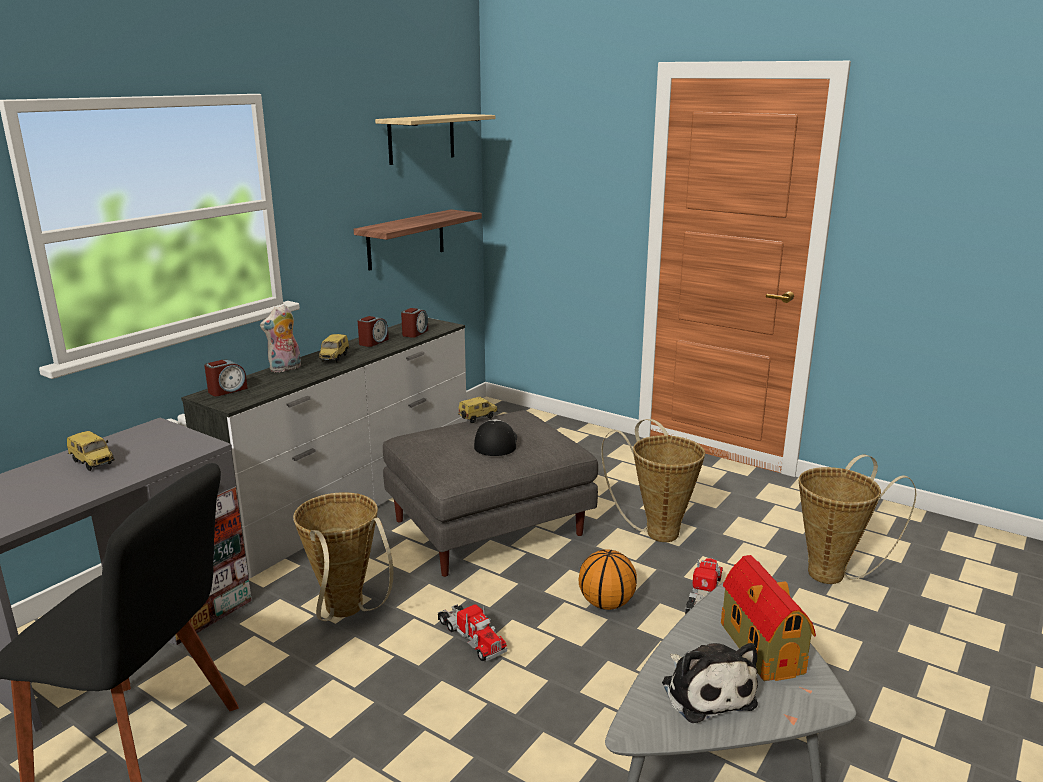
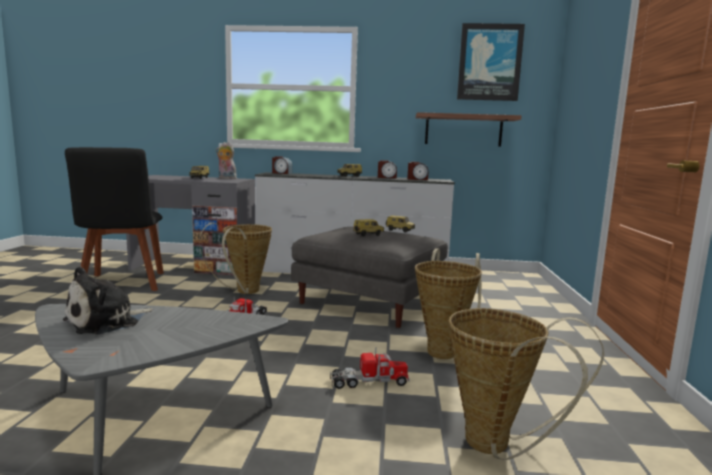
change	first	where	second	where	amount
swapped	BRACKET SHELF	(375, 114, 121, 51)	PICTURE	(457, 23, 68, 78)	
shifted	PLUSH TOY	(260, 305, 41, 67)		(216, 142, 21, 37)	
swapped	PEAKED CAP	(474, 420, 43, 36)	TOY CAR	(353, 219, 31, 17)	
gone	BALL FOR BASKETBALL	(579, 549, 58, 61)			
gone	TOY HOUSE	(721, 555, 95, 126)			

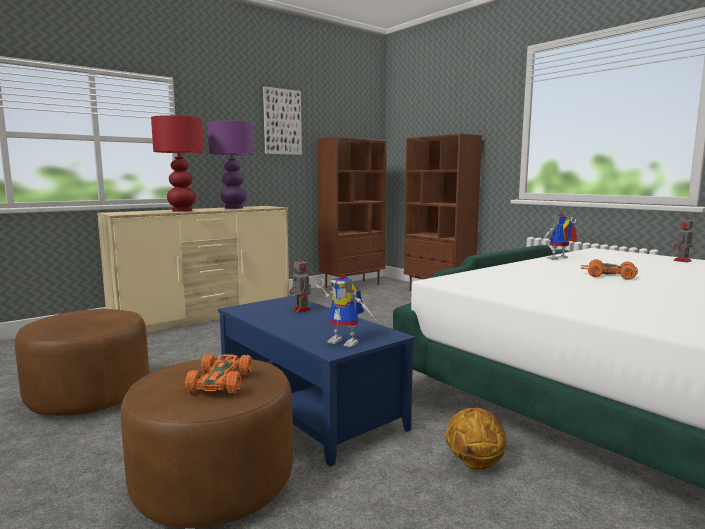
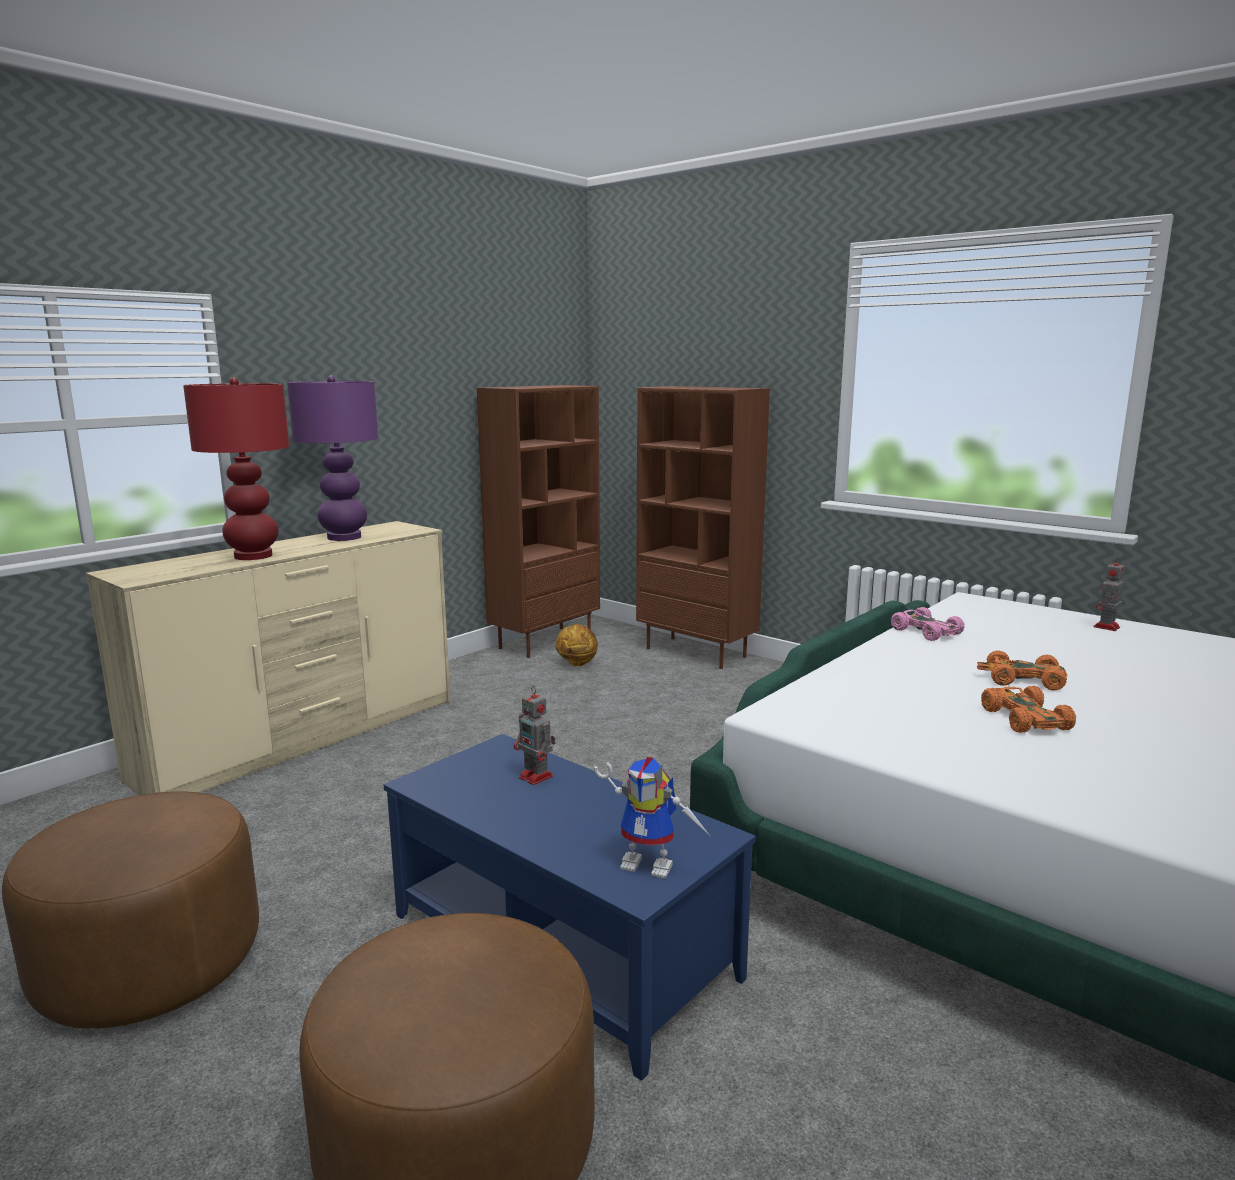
change	first	where	second	where	amount
gone	PICTURE	(263, 86, 39, 69)			
swapped	MODEL ROBOT	(542, 213, 36, 46)	PINK-COLOURED TOY CAR	(891, 607, 74, 34)	
shifted	ORANGE TOY CAR	(185, 354, 67, 39)		(981, 686, 95, 47)	
shifted	BALL FOR BASKETBALL	(445, 408, 61, 62)		(555, 624, 43, 42)	

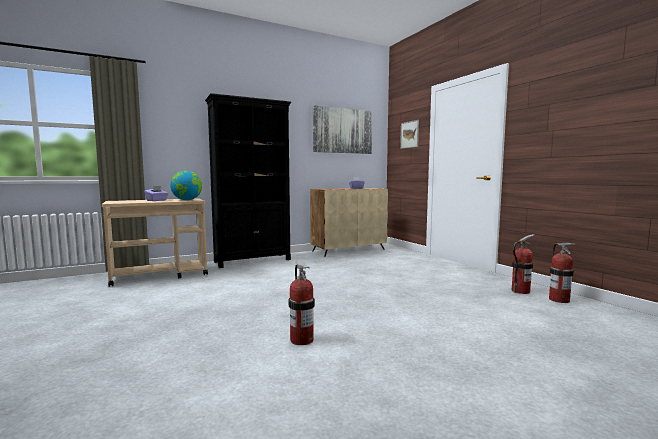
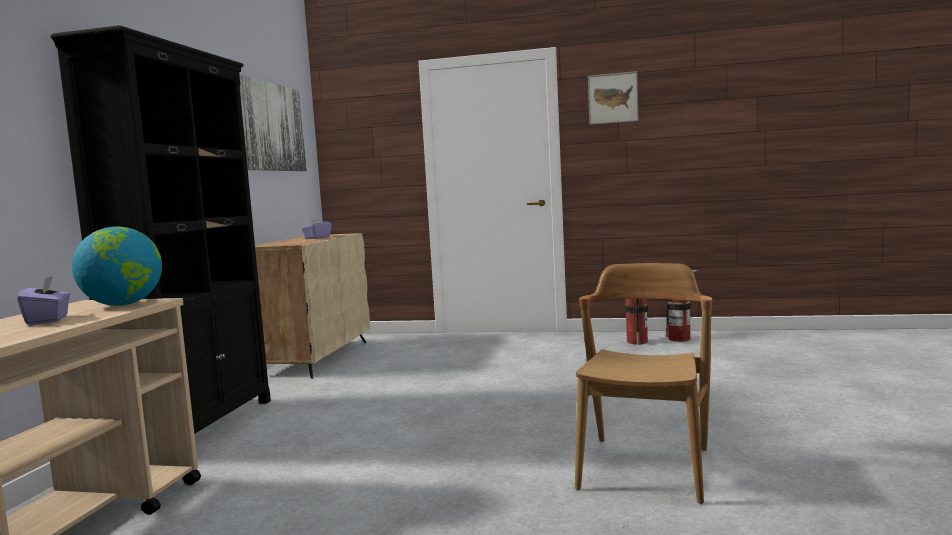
change	first	where	second	where	amount
shifted	PICTURE	(400, 120, 19, 29)		(588, 71, 51, 54)	
swapped	EXTINGUISHER	(289, 264, 26, 81)	BROWN-COLOURED PLAIN CHAIR	(575, 263, 137, 241)	

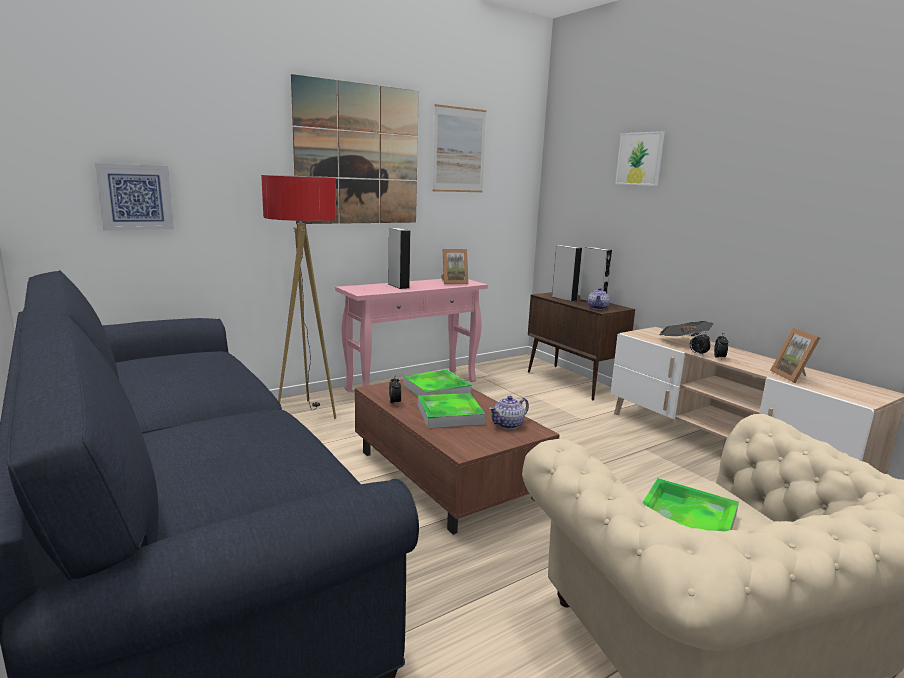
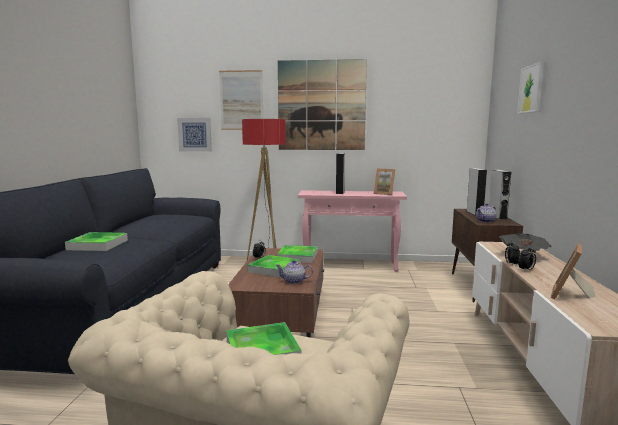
change	first	where	second	where	amount
shifted	PICTURE	(432, 104, 55, 88)		(219, 70, 44, 60)	
new			TRAY	(65, 232, 63, 19)	

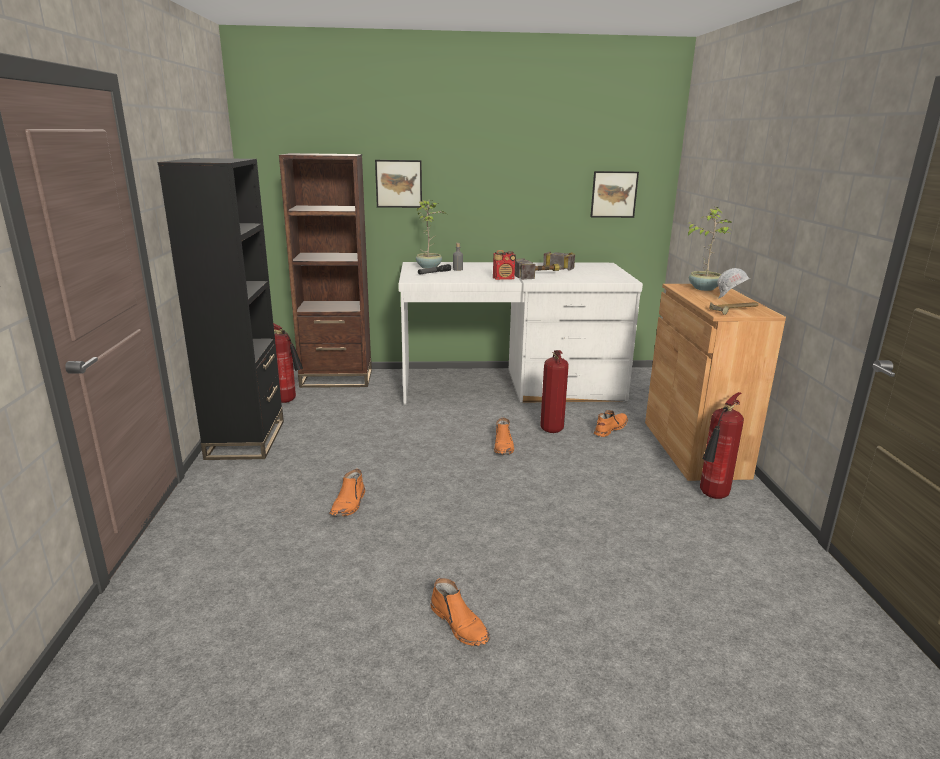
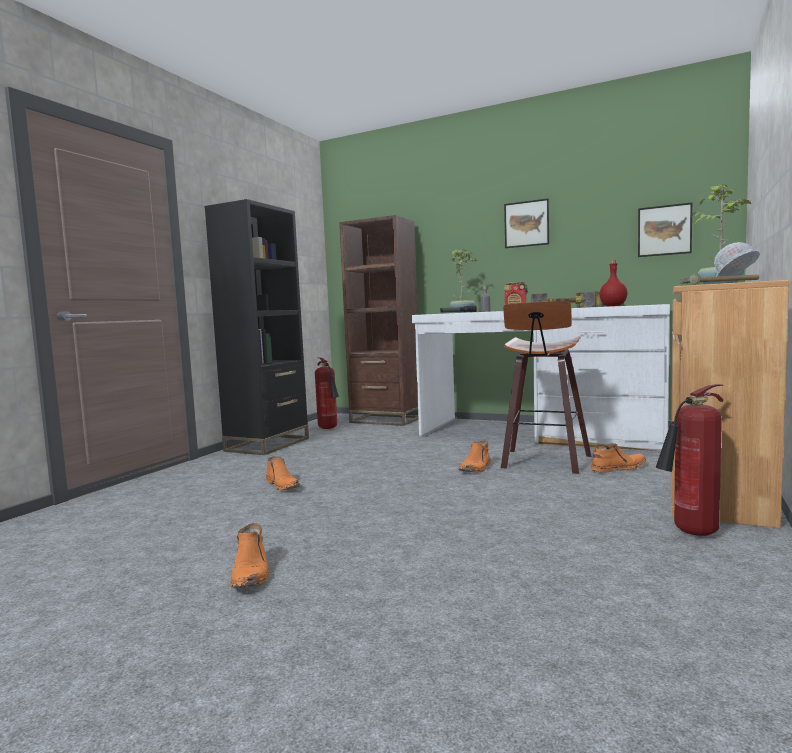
change	first	where	second	where	amount
shifted	PICTURE	(375, 160, 47, 48)		(504, 199, 45, 49)	
swapped	EXTINGUISHER	(540, 350, 29, 83)	STOOL SEAT	(501, 301, 90, 173)	
rotated	ORANGE HIGH-TOP BOOT	(329, 469, 36, 48)		(266, 457, 34, 33)	75 degrees counterclockwise
new			REDDISH BOTTLE	(600, 260, 28, 46)	

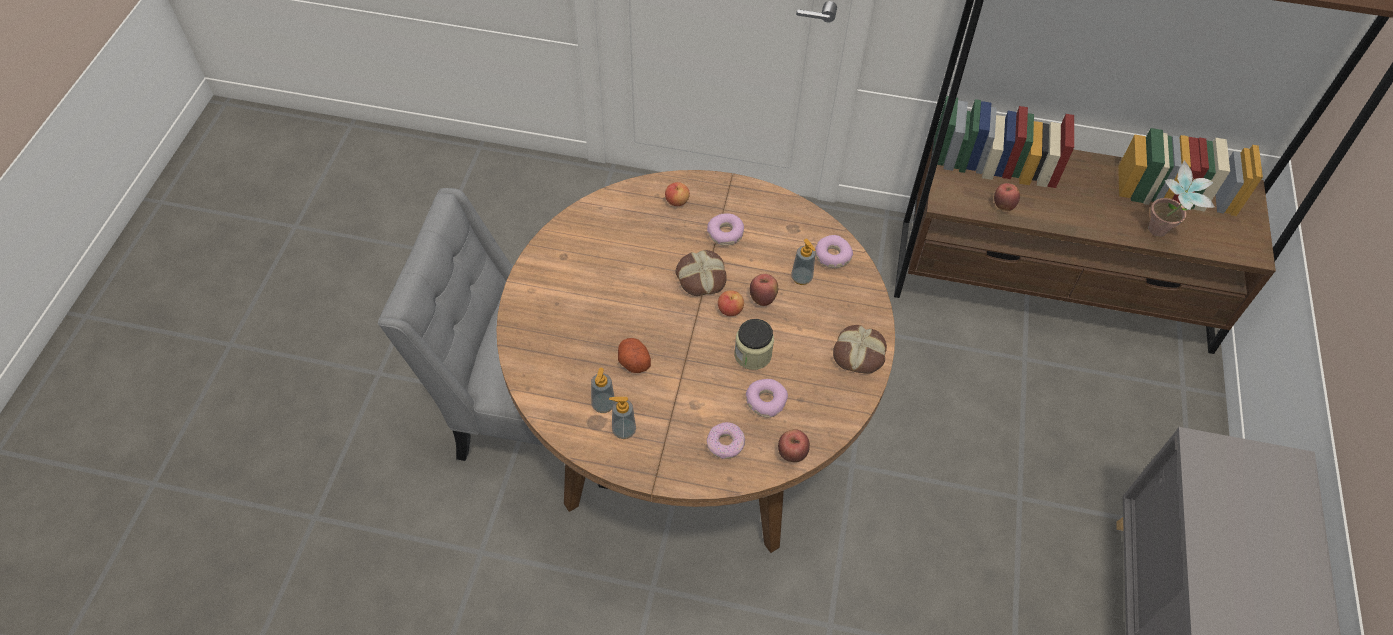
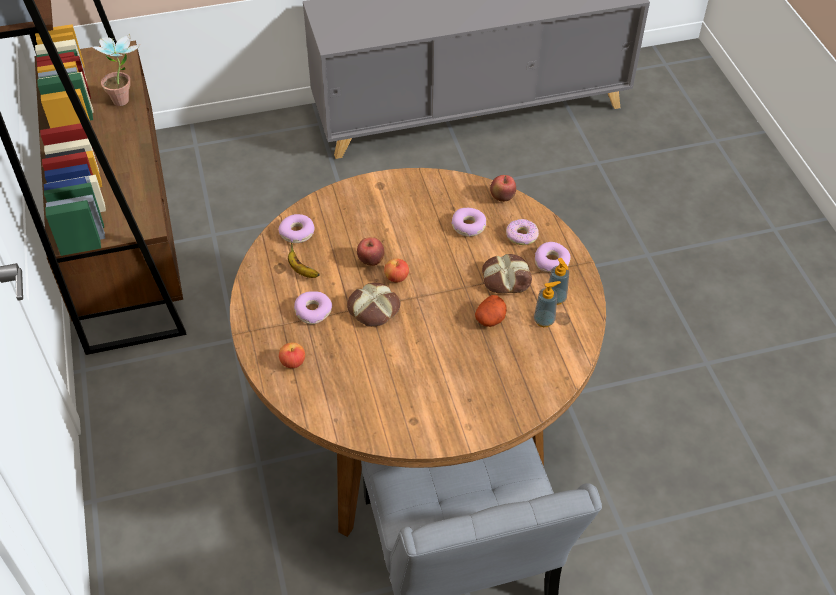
change	first	where	second	where	amount
gone	APPLE	(994, 183, 26, 28)			
gone	LIQUID SOAP BOTTLE	(791, 239, 24, 46)			
gone	JAR	(734, 319, 40, 51)			
shifted	BAKED BREAD	(833, 325, 54, 49)		(482, 254, 50, 40)	
new			DONUT	(535, 242, 36, 30)	
new			BANANA FRUIT	(288, 243, 32, 35)	

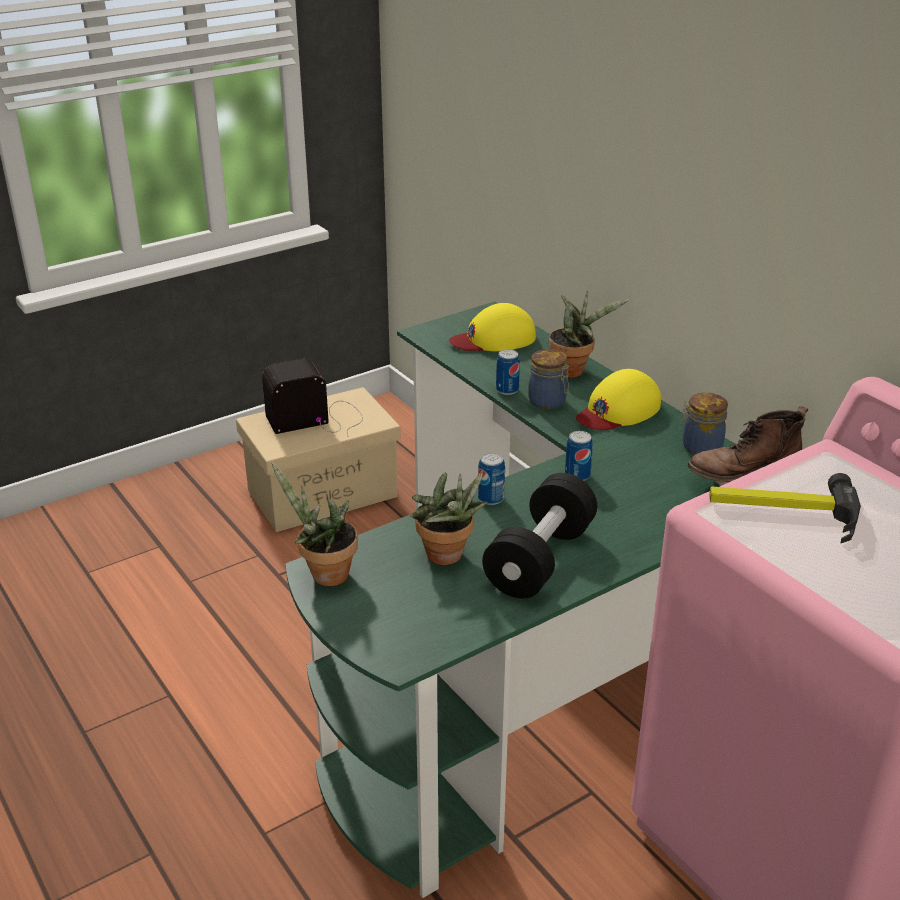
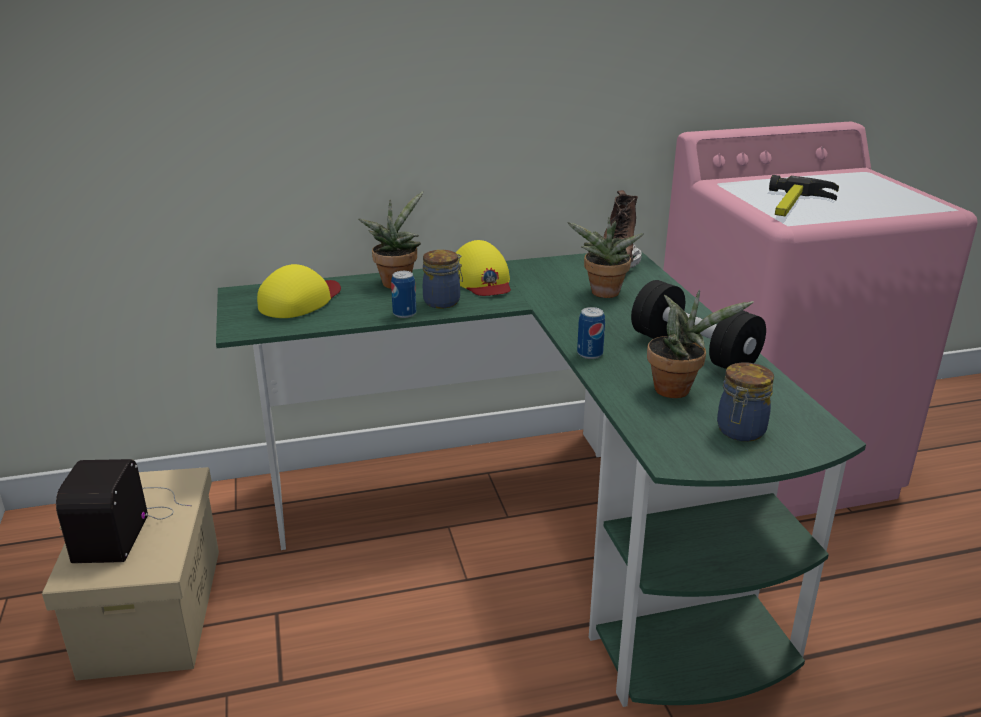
change	first	where	second	where	amount
rotated	YELLOWISH PEAKED CAP	(449, 303, 87, 48)		(257, 264, 84, 54)	150 degrees counterclockwise
shifted	JAR	(679, 392, 49, 63)		(717, 362, 57, 79)	
gone	CAN	(565, 431, 28, 50)			
shifted	POTTED PLANT	(272, 462, 86, 124)		(567, 217, 77, 81)	

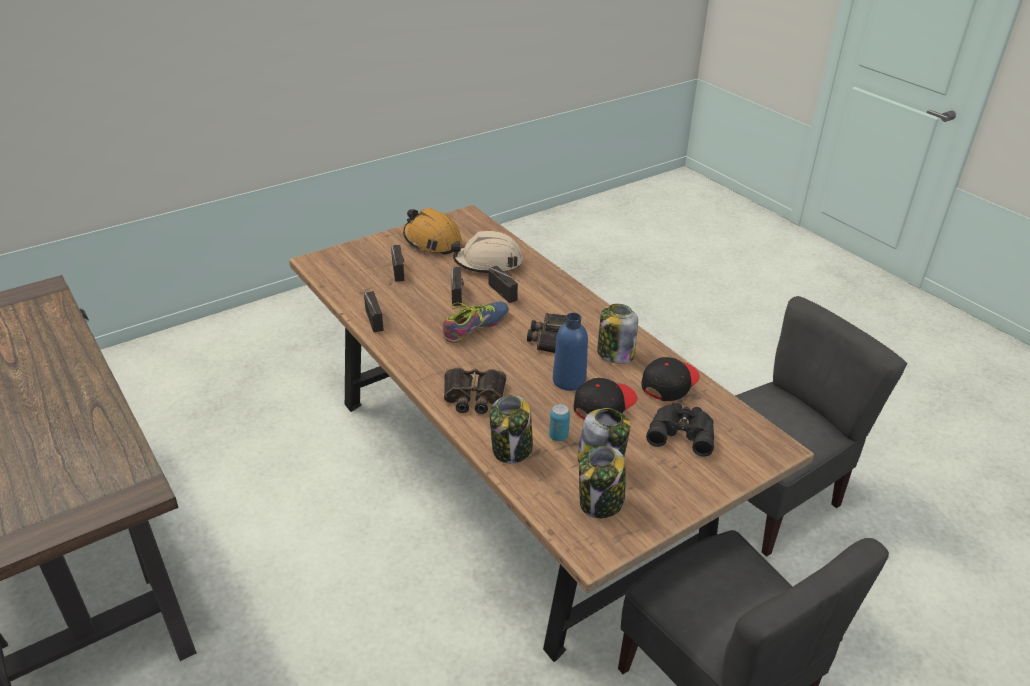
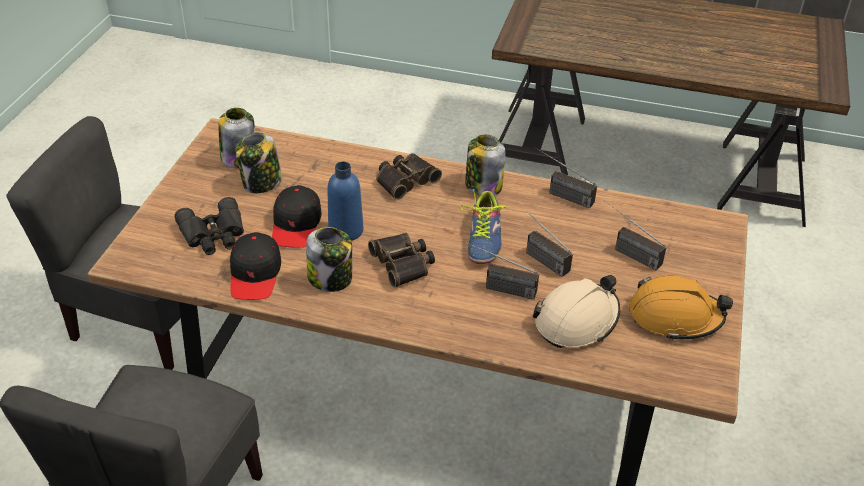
change	first	where	second	where	amount
shifted	JAR	(490, 395, 43, 69)		(465, 135, 40, 60)	
gone	CAN	(549, 404, 21, 37)			

